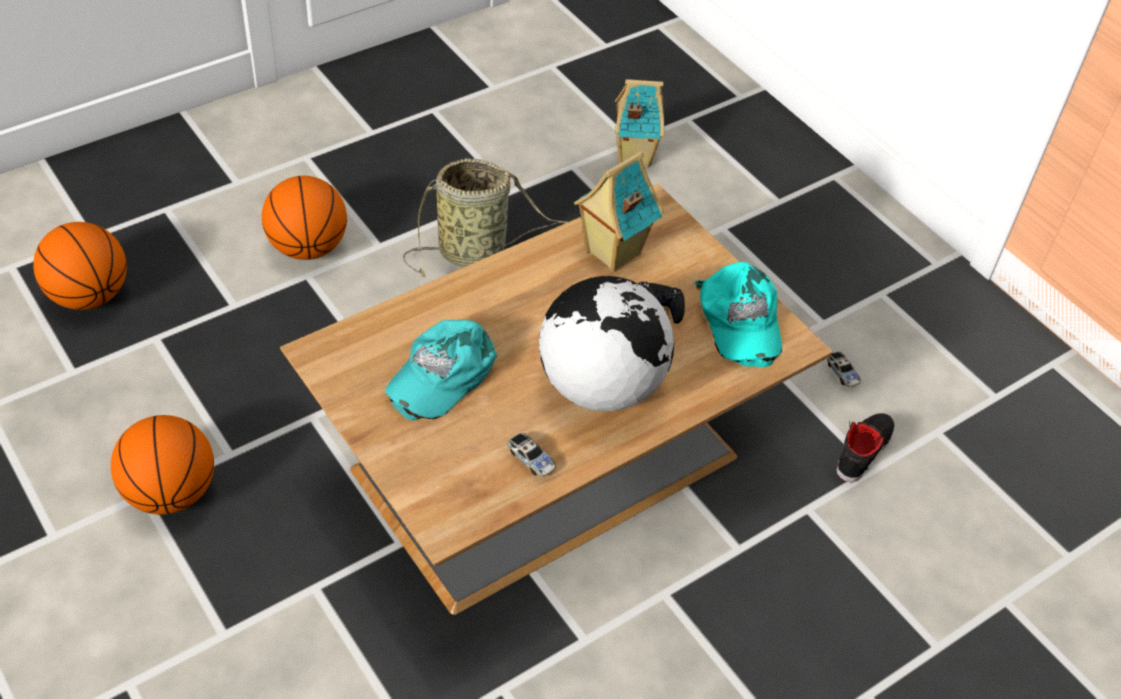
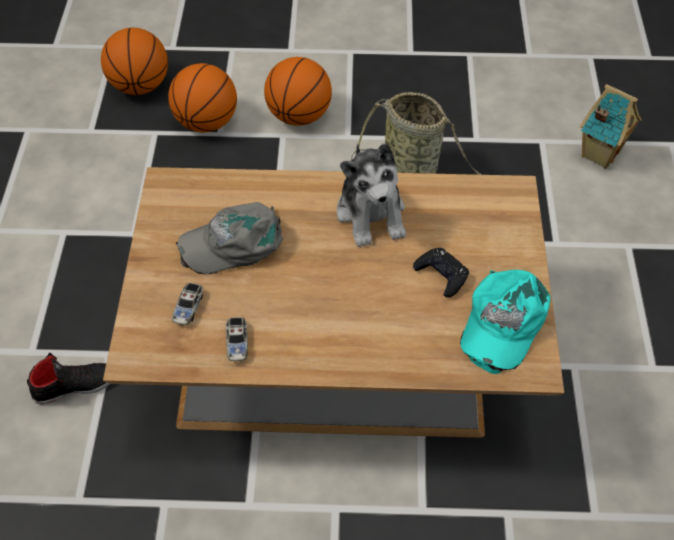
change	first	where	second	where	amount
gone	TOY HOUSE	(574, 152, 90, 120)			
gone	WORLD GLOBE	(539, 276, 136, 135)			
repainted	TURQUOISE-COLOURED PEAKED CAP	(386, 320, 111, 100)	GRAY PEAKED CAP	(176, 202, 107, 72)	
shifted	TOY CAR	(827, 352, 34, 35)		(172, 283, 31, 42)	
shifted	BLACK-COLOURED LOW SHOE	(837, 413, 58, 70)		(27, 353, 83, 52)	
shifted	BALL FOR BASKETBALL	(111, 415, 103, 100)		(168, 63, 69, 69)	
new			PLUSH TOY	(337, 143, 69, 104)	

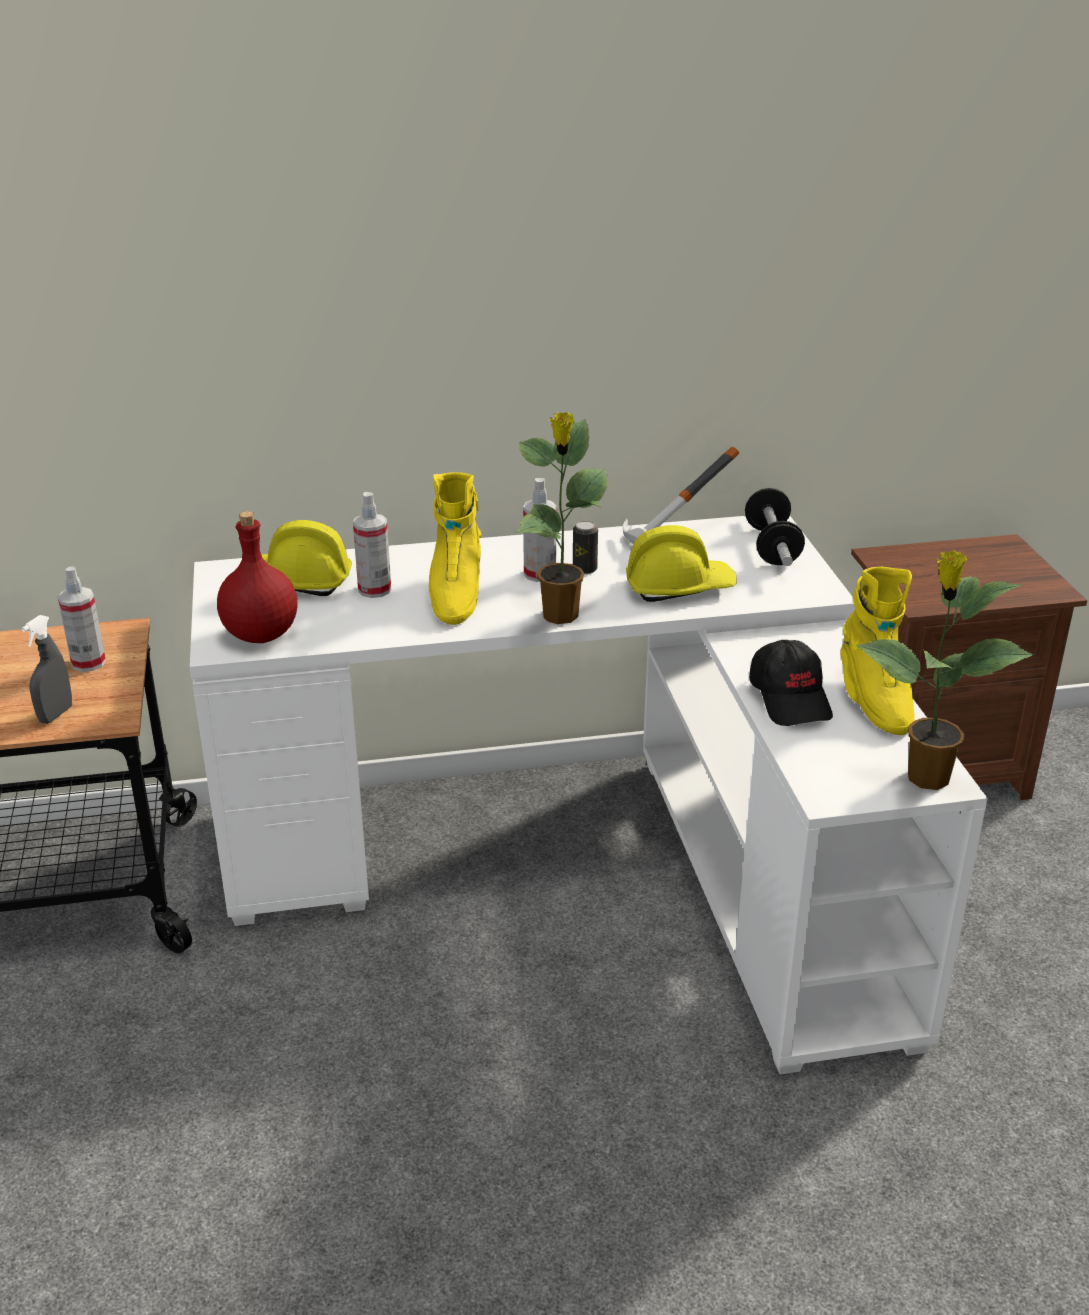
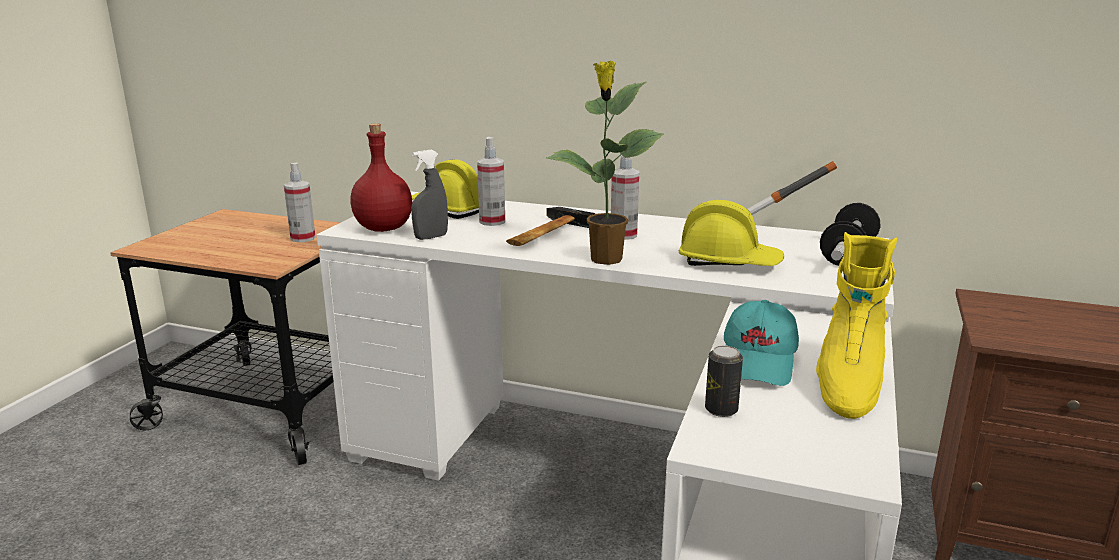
change	first	where	second	where	amount
swapped	YELLOWISH HIGH-TOP BOOT	(429, 472, 52, 153)	HAMMER	(506, 207, 89, 39)	
shifted	CAN	(573, 521, 25, 53)		(705, 346, 38, 71)	
gone	POTTED PLANT	(857, 550, 177, 240)			
shifted	GRAY SPRAYER	(22, 615, 50, 109)		(411, 150, 37, 90)	
repainted	BLACK-COLOURED PEAKED CAP	(749, 640, 84, 86)	TURQUOISE-COLOURED PEAKED CAP	(724, 300, 75, 86)	

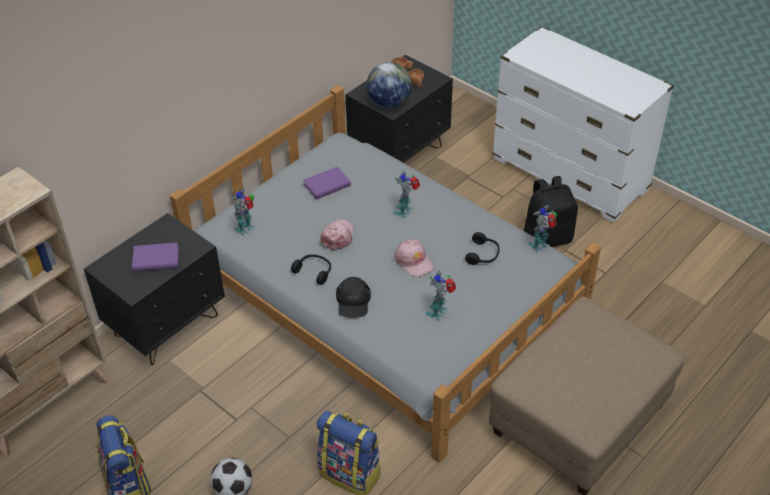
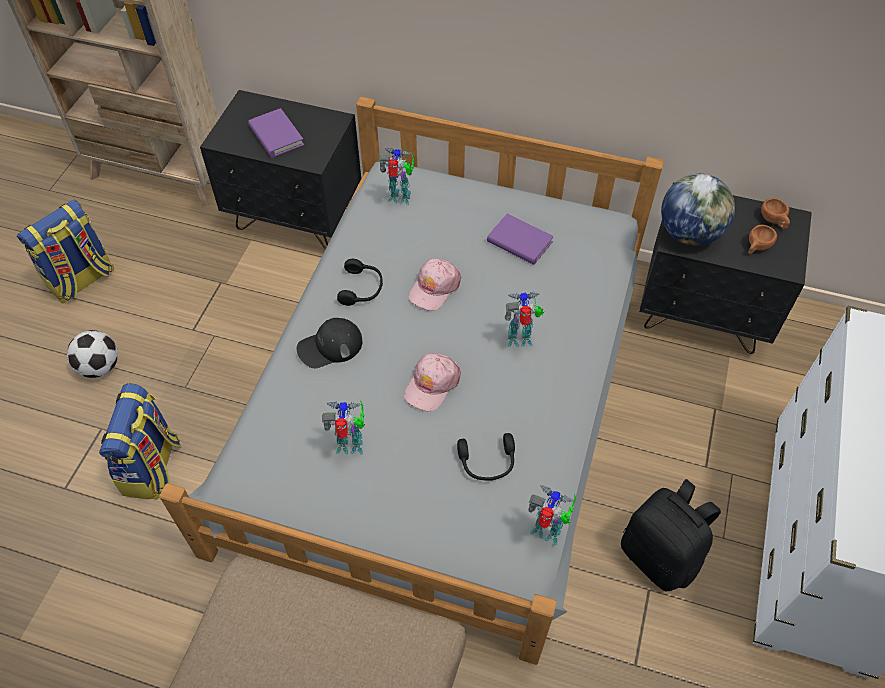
change	first	where	second	where	amount
rotated	PINK-COLOURED PEAKED CAP	(320, 219, 34, 32)		(408, 258, 53, 53)	135 degrees clockwise

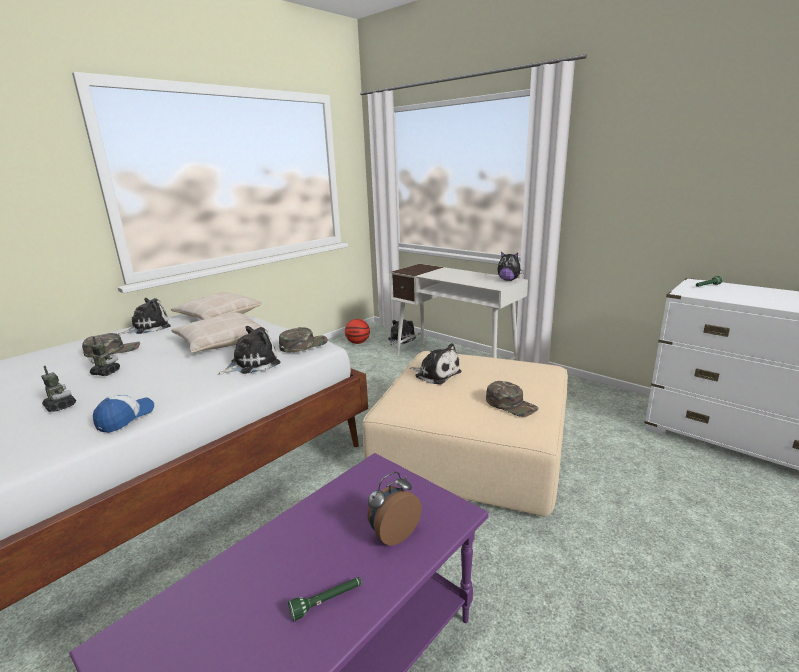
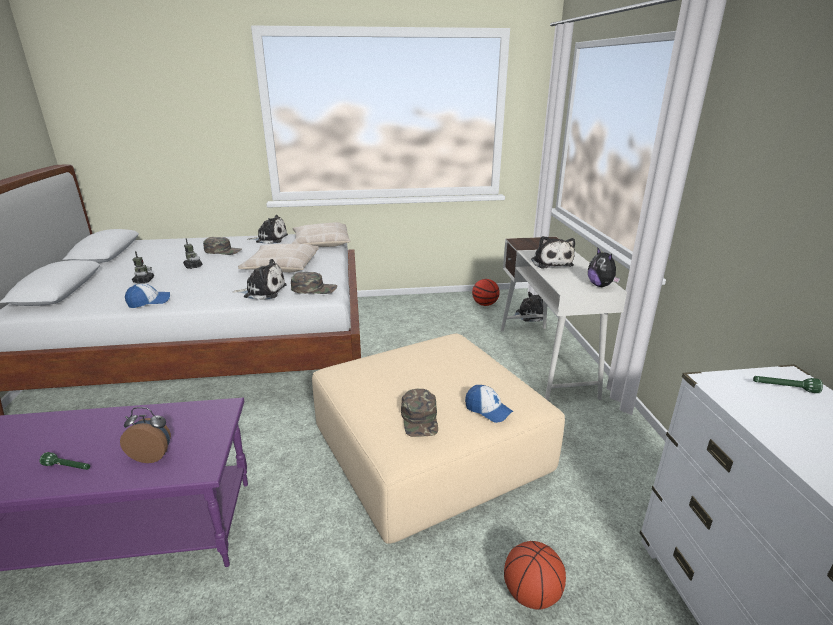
change	first	where	second	where	amount
shifted	PLUSH TOY	(410, 343, 51, 42)		(531, 236, 44, 33)	
new			PEAKED CAP	(465, 385, 48, 38)	
new			BALL FOR BASKETBALL	(504, 541, 62, 69)	

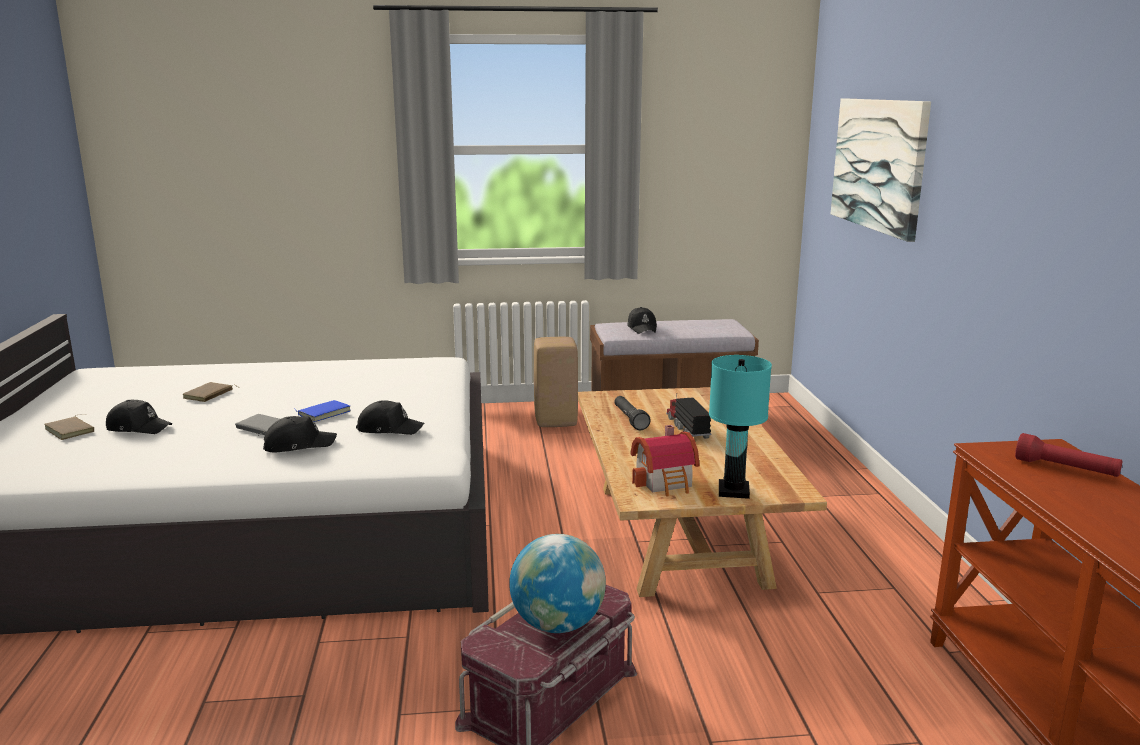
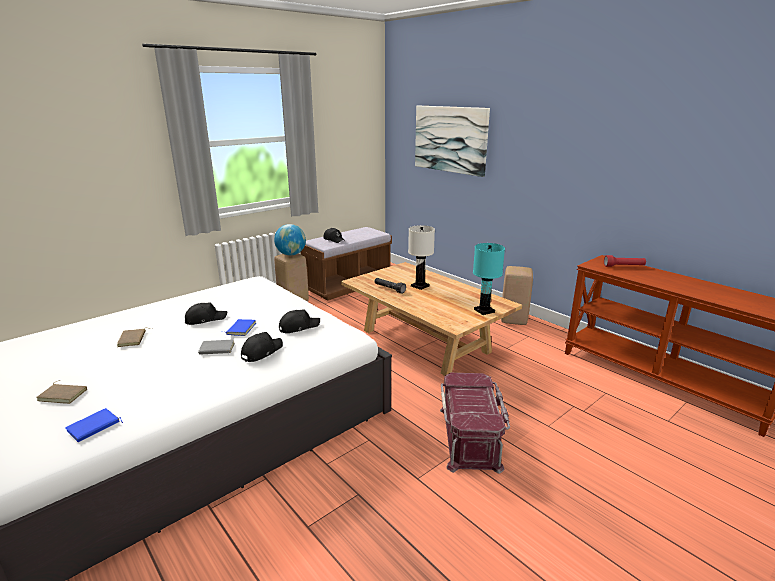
change	first	where	second	where	amount
swapped	MODEL TRUCK	(666, 393, 46, 46)	WHITISH TABLE LAMP	(408, 225, 27, 65)	
shifted	BLACK-COLOURED PEAKED CAP	(106, 400, 66, 34)		(185, 302, 42, 23)	
gone	TOY HOUSE	(631, 425, 68, 72)			
shifted	WORLD GLOBE	(509, 534, 97, 99)		(274, 224, 32, 32)	
new			SAND-COLOURED STOOL SEAT	(501, 266, 32, 59)	
new			BLUE-COLOURED BOUND BOOK	(65, 408, 58, 34)	

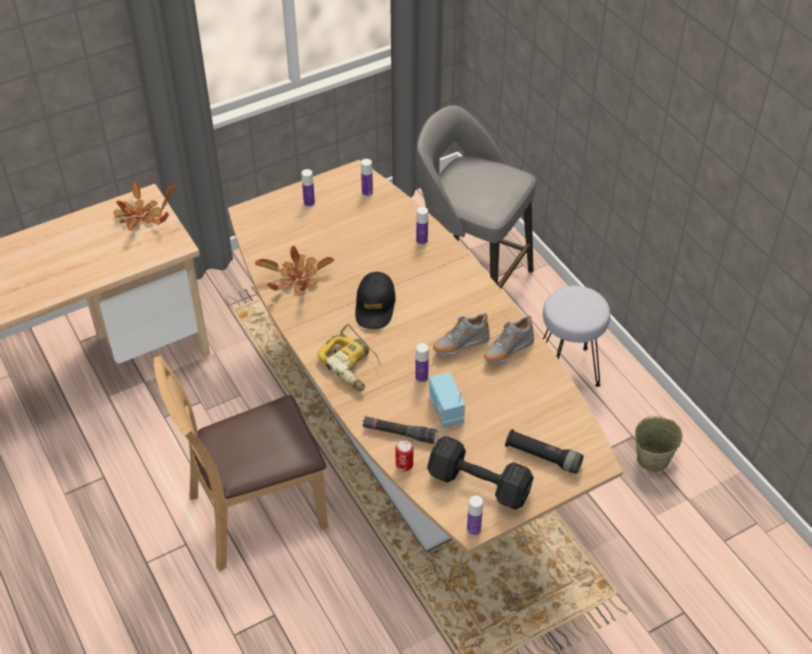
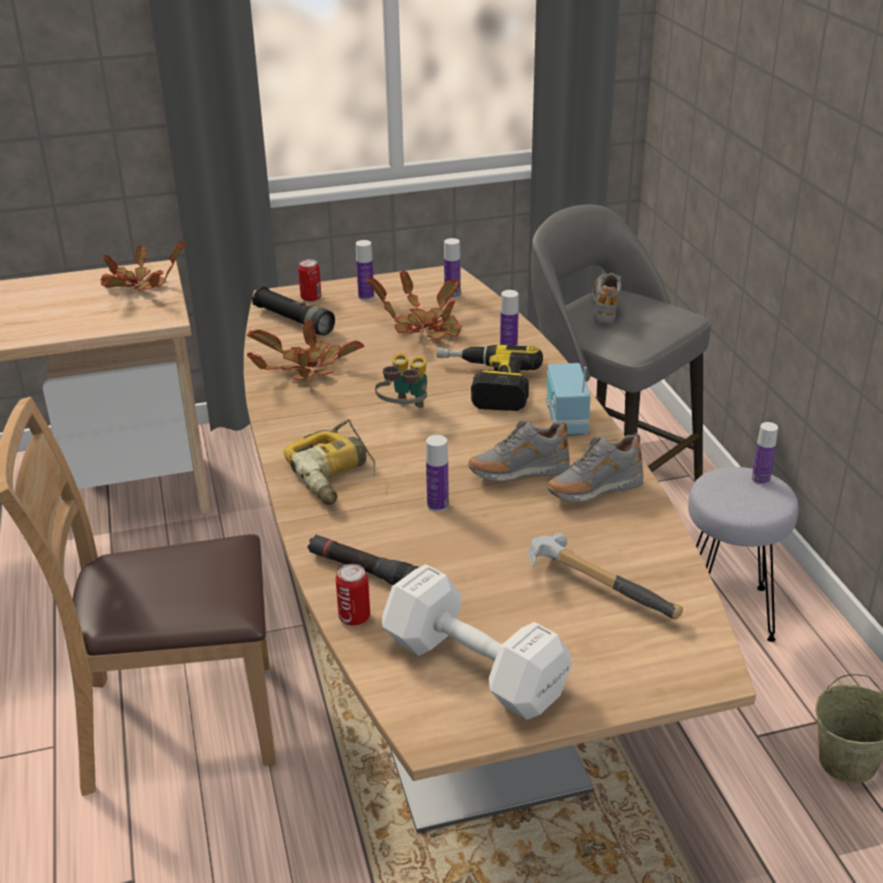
change	first	where	second	where	amount
swapped	BLACK-COLOURED PEAKED CAP	(355, 272, 40, 57)	PAIR OF BINOCULARS	(375, 353, 52, 55)	
shifted	RADIO SET	(429, 372, 36, 56)		(546, 363, 45, 73)	
shifted	BLACK-COLOURED HAND TORCH	(505, 429, 79, 45)		(252, 287, 83, 48)	
repainted	BLACK-COLOURED HAND WEIGHT	(427, 436, 107, 74)	WHITISH HAND WEIGHT	(382, 564, 190, 156)	
shifted	BOTTLE	(467, 495, 16, 41)		(752, 422, 26, 63)	
new			CAN	(298, 259, 23, 43)	
new			POTTED PLANT	(366, 270, 96, 70)	
new			GRAY LOW SHOE	(591, 273, 31, 51)	
new			ELECTRIC DRILL	(437, 345, 106, 66)	
new			HAMMER	(528, 533, 155, 86)	

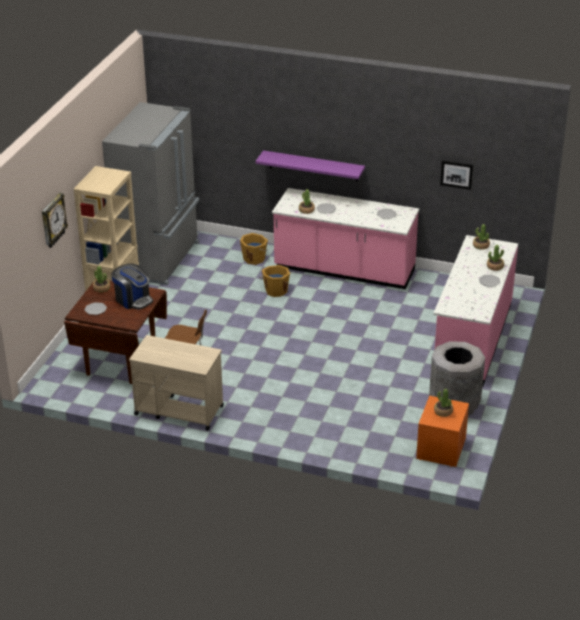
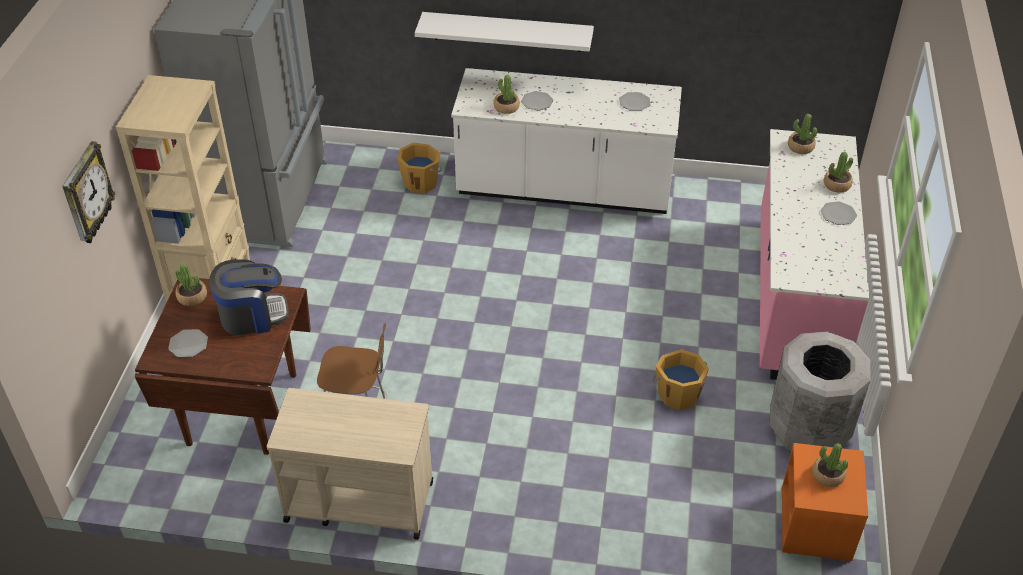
change	first	where	second	where	amount
repainted	PURPLE BRACKET SHELF	(256, 150, 109, 32)	WHITISH BRACKET SHELF	(415, 12, 179, 40)	
gone	PICTURE	(440, 160, 33, 30)			
repainted	PINK-COLOURED KITCHEN BASE UNIT	(272, 188, 147, 101)	WHITISH KITCHEN BASE UNIT	(451, 68, 231, 146)	
rotated	COFFEE MAKER	(111, 264, 42, 46)		(209, 259, 80, 76)	45 degrees counterclockwise
shifted	ORANGE WATER BUCKET	(260, 265, 31, 32)		(652, 349, 57, 62)	

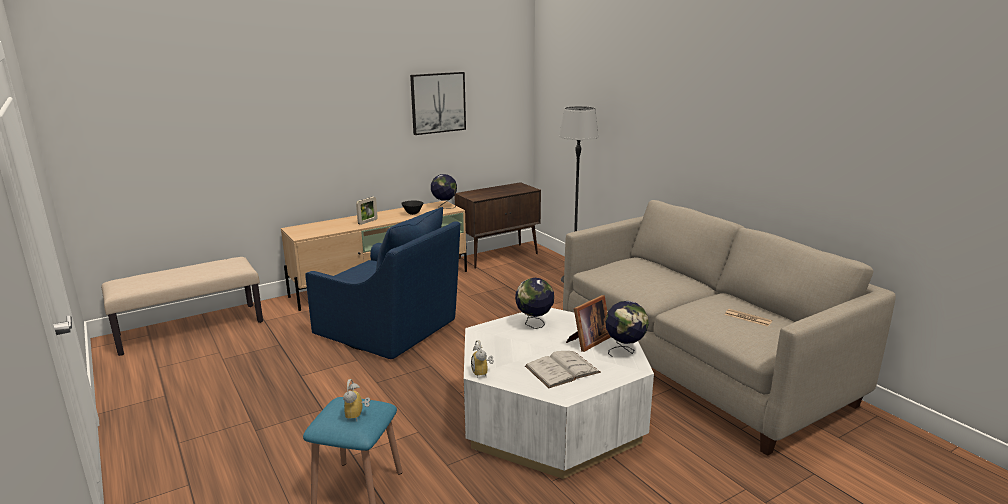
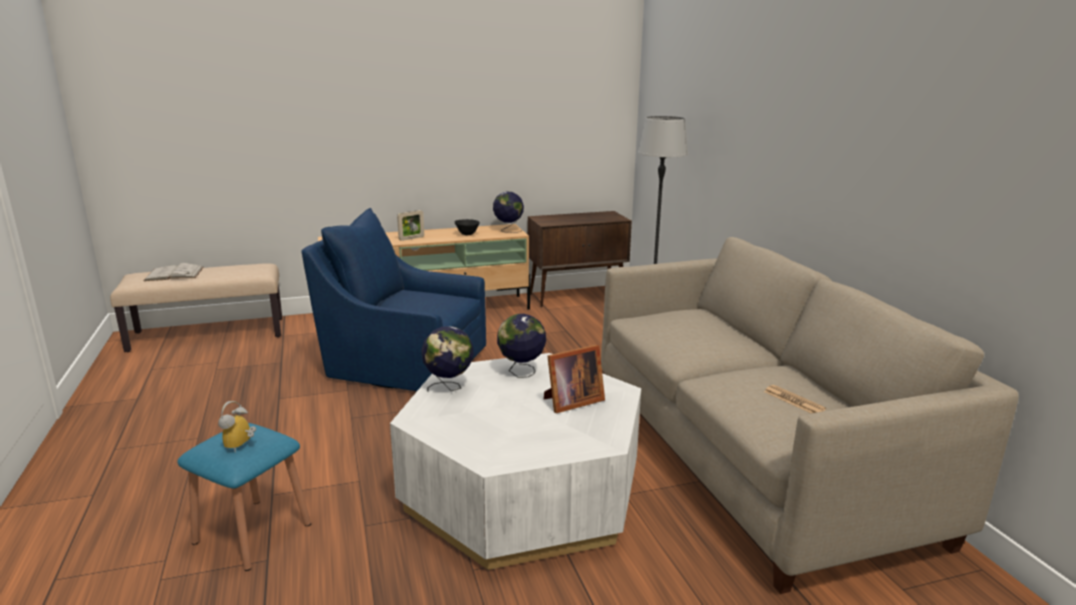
change	first	where	second	where	amount
gone	PICTURE	(410, 72, 56, 63)			
rotated	BLUE-COLOURED EASY CHAIR	(305, 207, 156, 152)		(301, 208, 185, 183)	150 degrees clockwise
shifted	WORLD GLOBE	(605, 301, 44, 56)		(421, 326, 53, 66)	
gone	BEDSIDE CLOCK	(471, 340, 23, 37)			
shifted	WHITISH BOUND BOOK	(525, 351, 76, 37)		(144, 263, 59, 18)	

